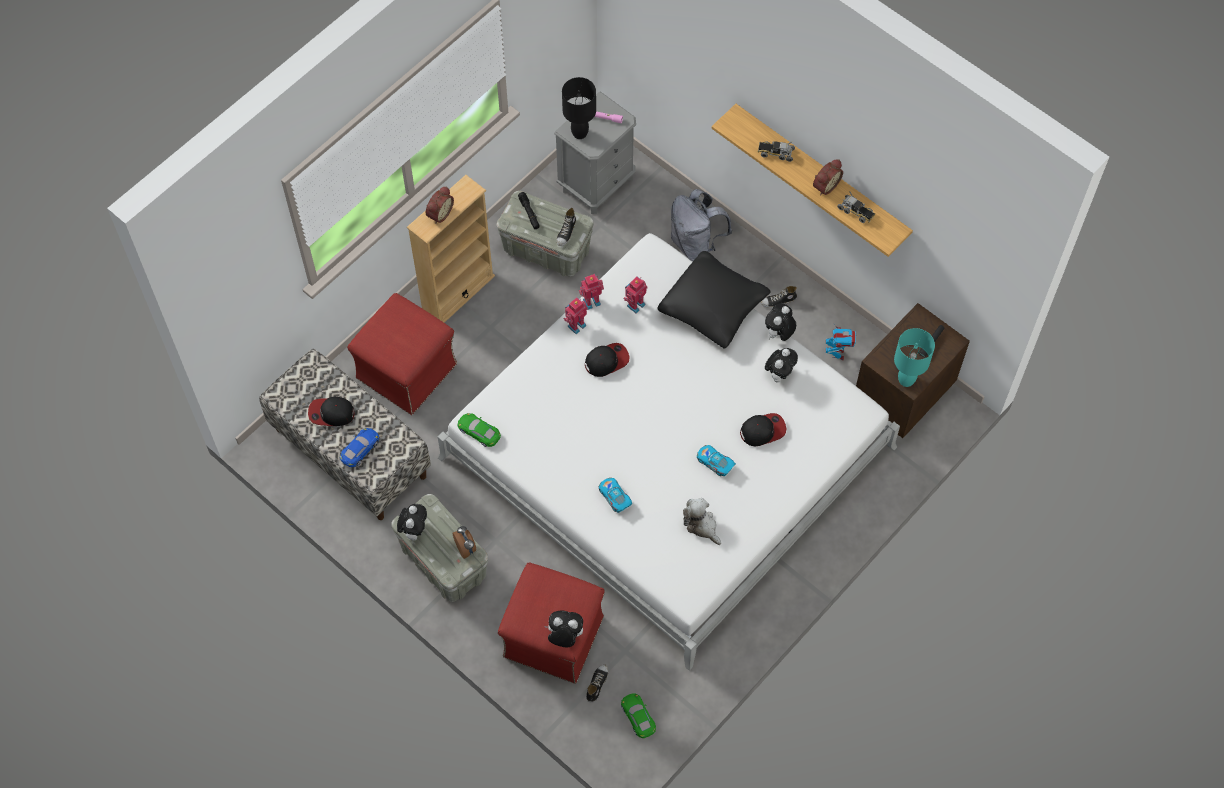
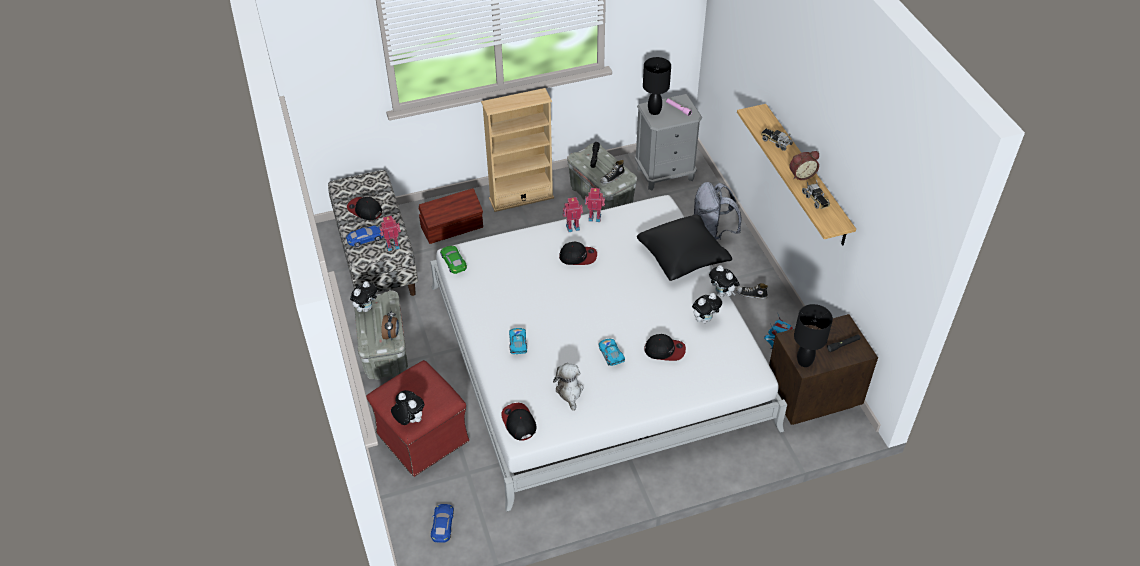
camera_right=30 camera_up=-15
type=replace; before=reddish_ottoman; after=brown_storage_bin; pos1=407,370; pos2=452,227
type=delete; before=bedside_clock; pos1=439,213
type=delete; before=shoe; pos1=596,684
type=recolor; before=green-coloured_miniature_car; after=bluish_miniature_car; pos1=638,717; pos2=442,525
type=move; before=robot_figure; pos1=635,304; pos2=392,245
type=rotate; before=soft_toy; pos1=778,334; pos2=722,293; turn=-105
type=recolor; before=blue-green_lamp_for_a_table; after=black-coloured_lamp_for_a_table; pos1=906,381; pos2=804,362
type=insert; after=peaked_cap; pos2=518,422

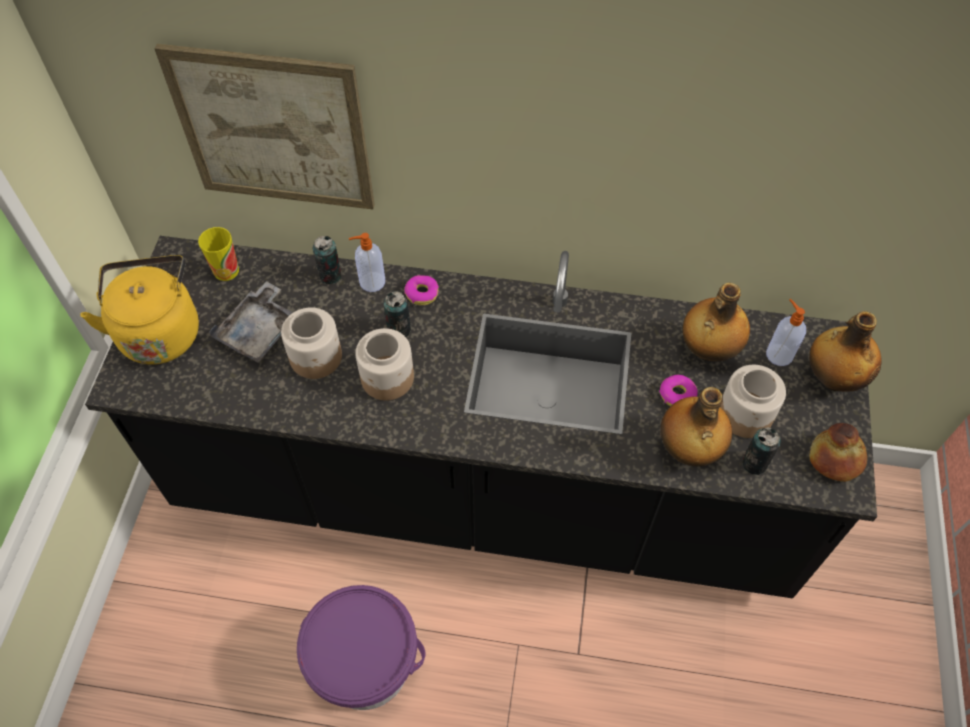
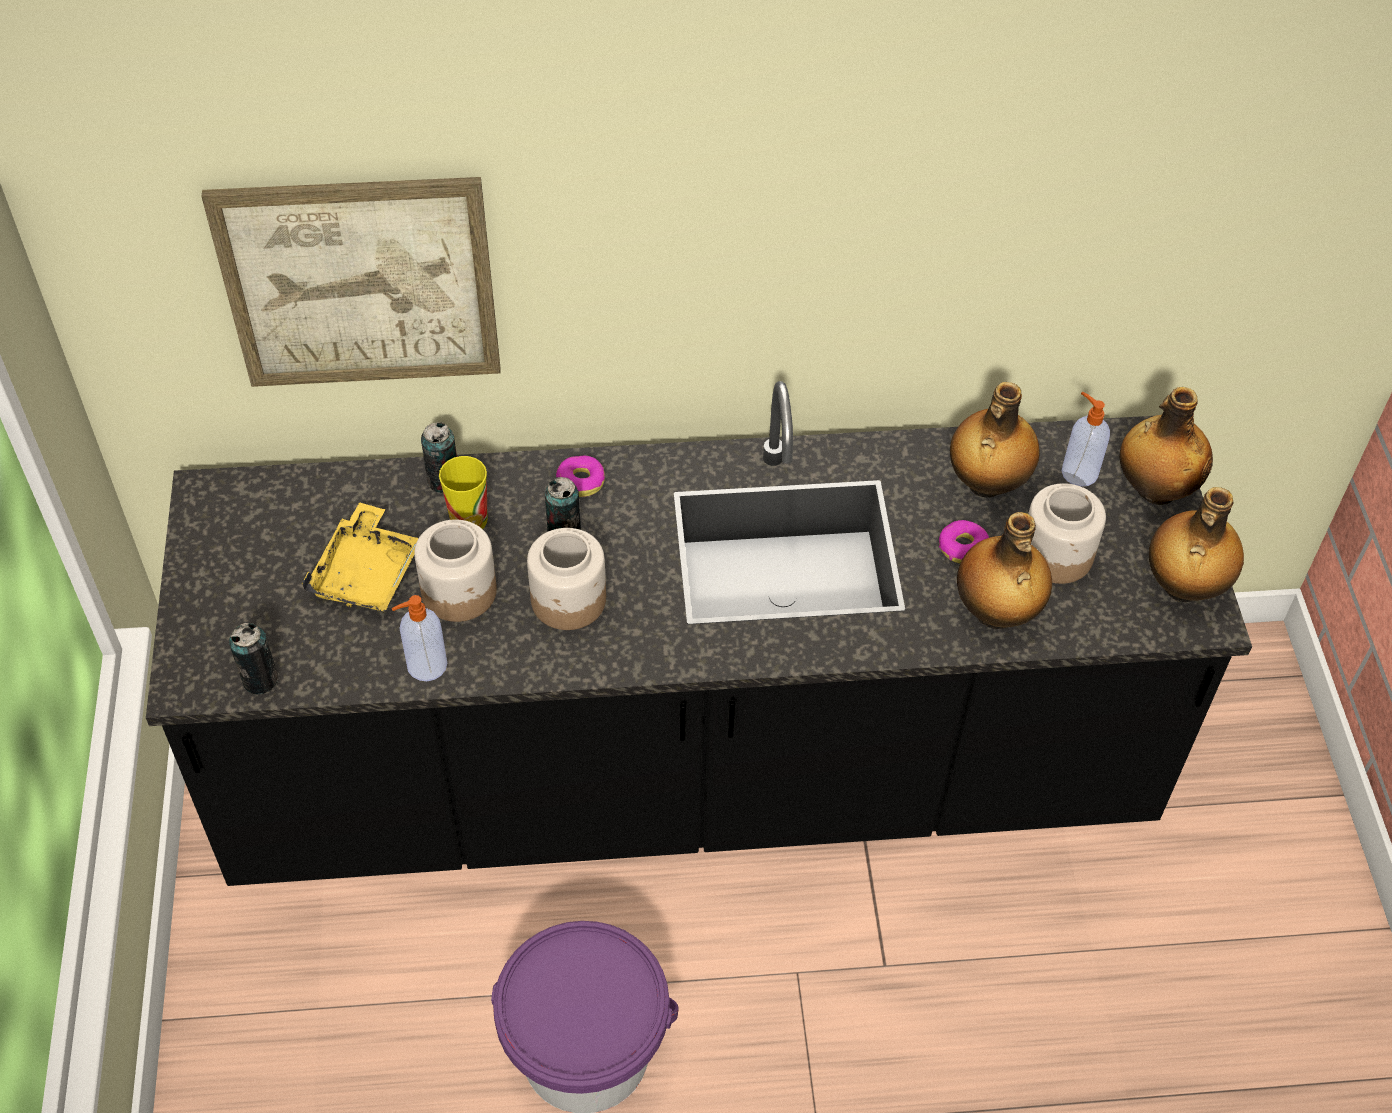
camera_right=-15 camera_up=-5
type=delete; before=yellow_water_kettle; pos1=159,331
type=move; before=drinking_cup; pos1=226,271; pos2=469,520
type=recolor; before=grey_serving_tray; after=yellow_serving_tray; pos1=259,331; pos2=367,573
type=move; before=liquid_soap_bottle; pos1=371,282; pos2=425,666
type=move; before=metal_can; pos1=754,463; pos2=260,680
type=replace; before=bread; after=beverage_bottle; pos1=835,458; pos2=1182,587

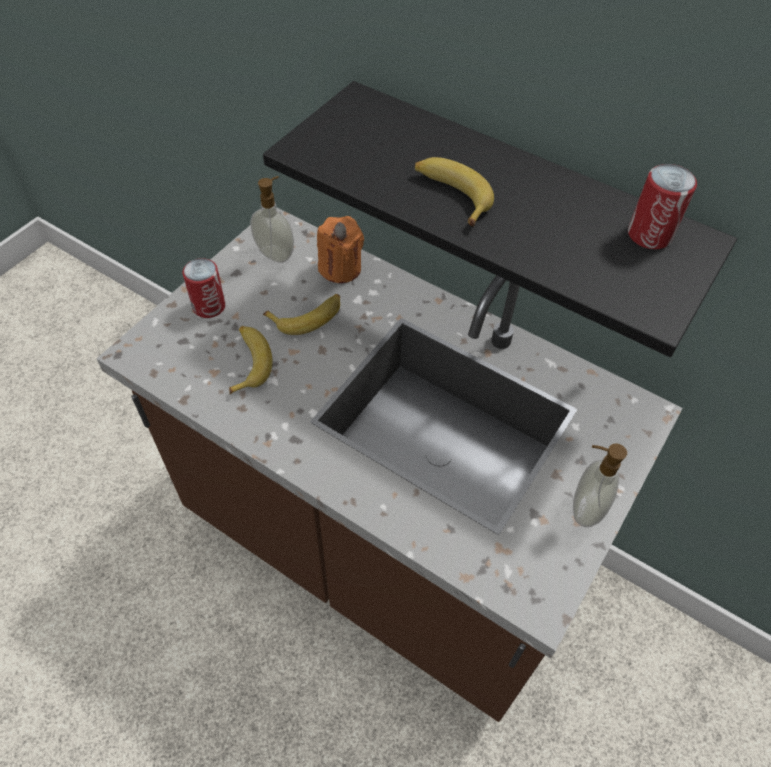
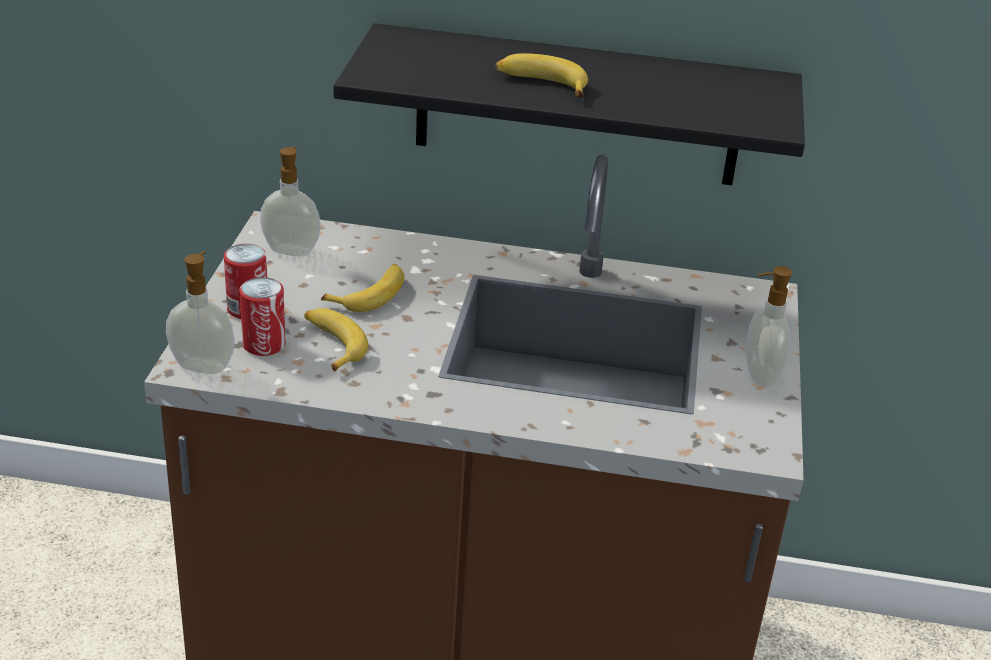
camera_right=-25 camera_up=-20
type=delete; before=orangey_wax_light; pos1=340,268
type=move; before=metal_can; pos1=649,235; pos2=264,344
type=insert; after=liquid_soap_bottle; pos2=203,365

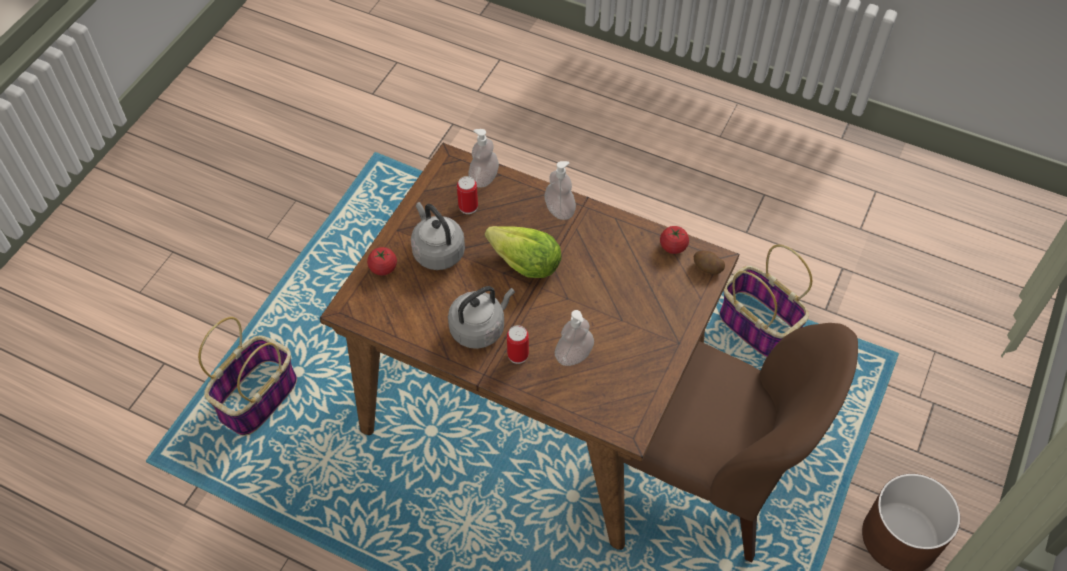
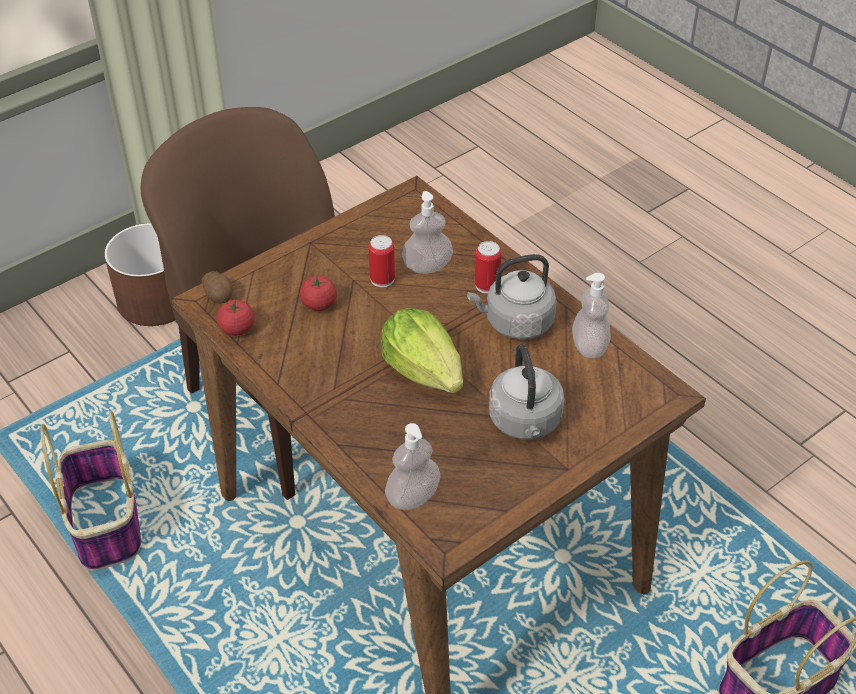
camera_right=-155 camera_up=-10
type=move; before=whole_tomato; pos1=383,268; pos2=319,304
type=move; before=metal_can; pos1=468,207; pos2=382,279
type=move; before=liquid_soap_bottle; pos1=559,210; pos2=589,346

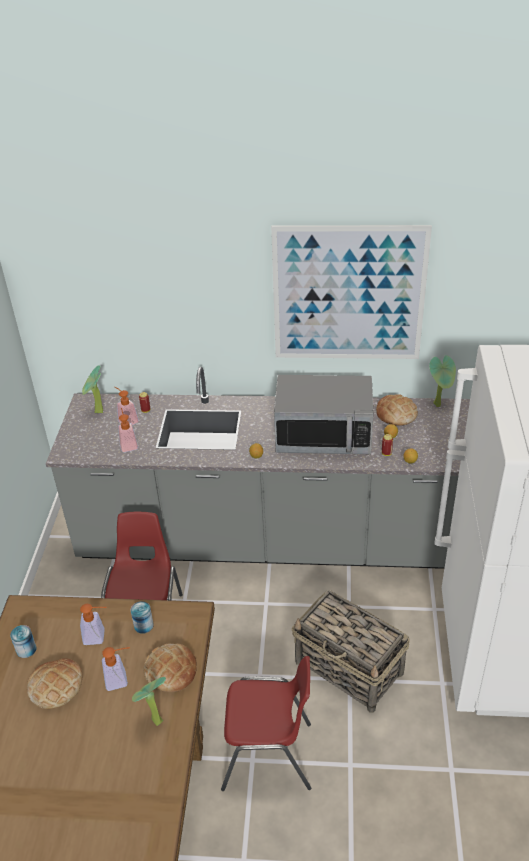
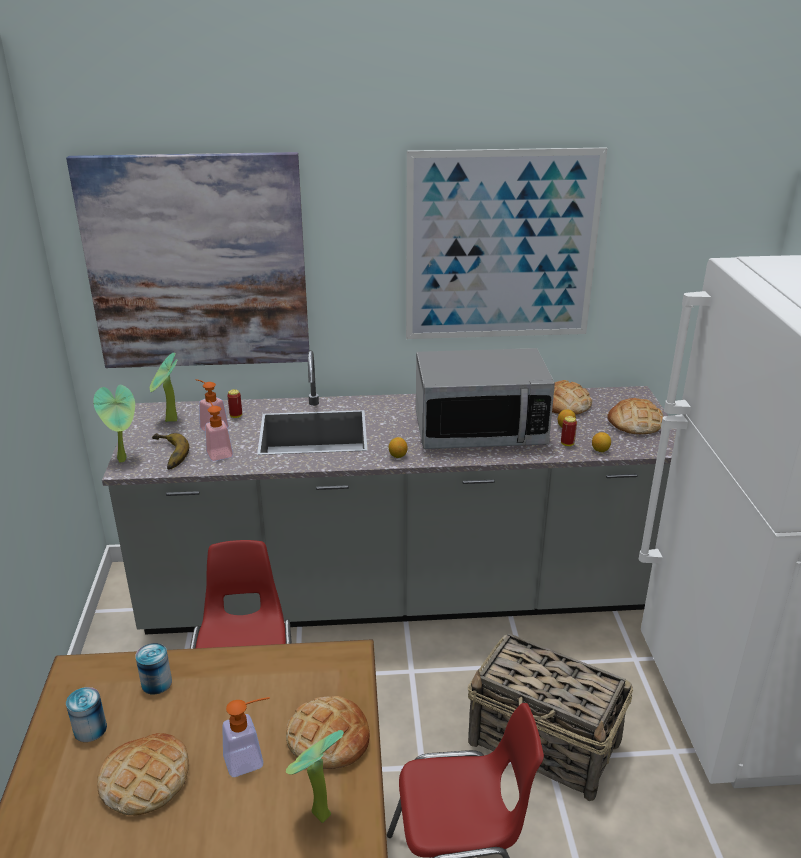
camera_right=-10 camera_up=-10
type=delete; before=liquid_soap_bottle; pos1=98,636
type=move; before=metal_can; pos1=143,625; pos2=156,683
type=move; before=houseplant; pos1=439,404; pos2=124,459
type=insert; after=wall_art; pos2=197,264
type=insert; after=whole_banana; pos2=166,455
type=insert; after=bread; pos2=634,422

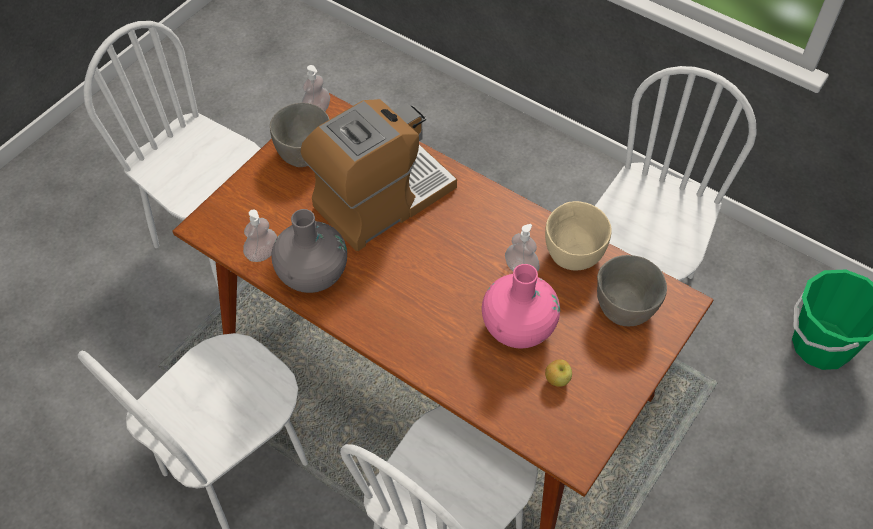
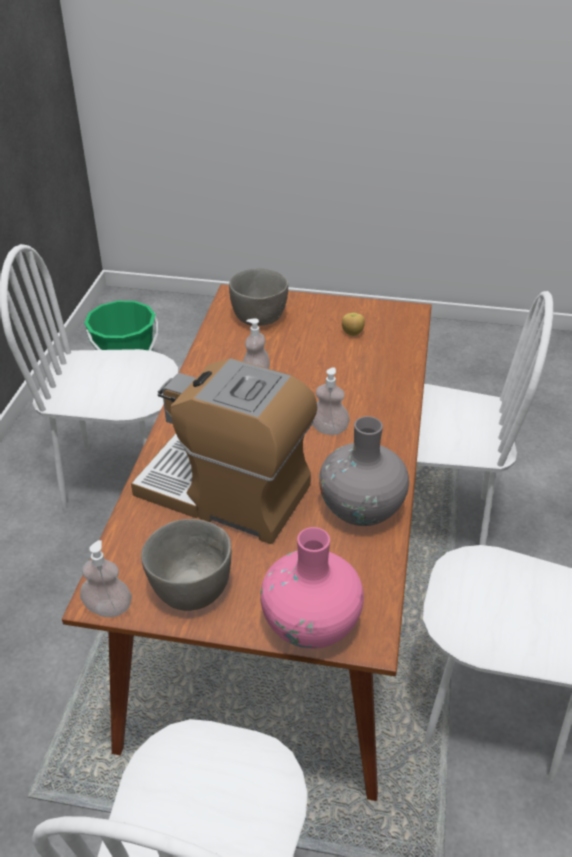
camera_right=-115 camera_up=-15
type=move; before=liquid_soap_bottle; pos1=262,253; pos2=328,429
type=move; before=pink_vase; pos1=518,327; pos2=311,624
type=delete; before=sand-coloured_deep_dish; pos1=573,255

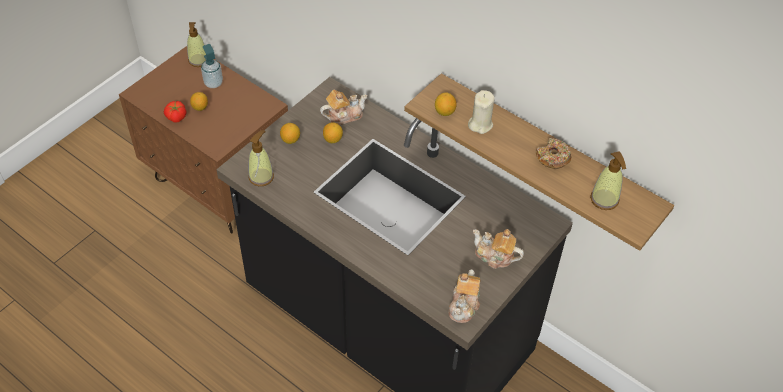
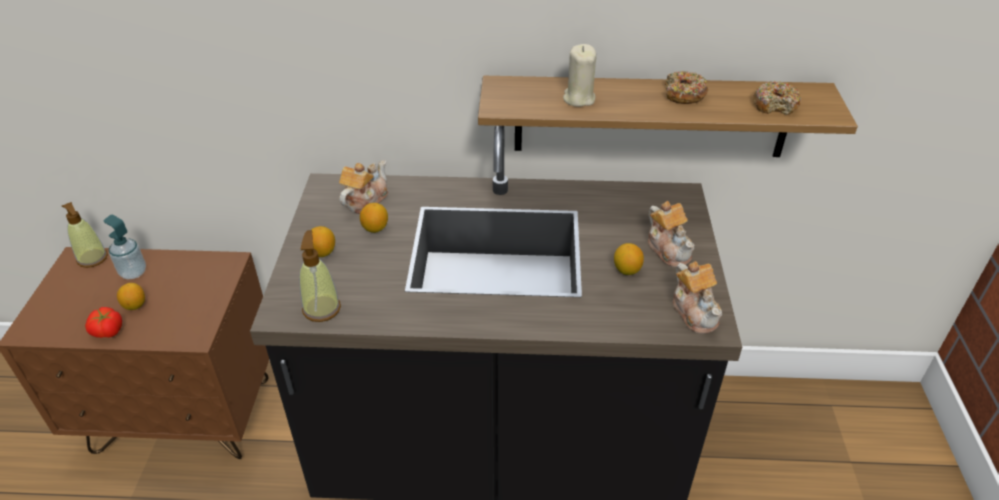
camera_right=-35 camera_up=-10
type=move; before=lemon; pos1=444,112; pos2=626,270
type=rotate; before=tea_pot; pos1=494,256; pos2=668,249; turn=-105
type=replace; before=liquid_soap_bottle; after=donut; pos1=604,199; pos2=775,105

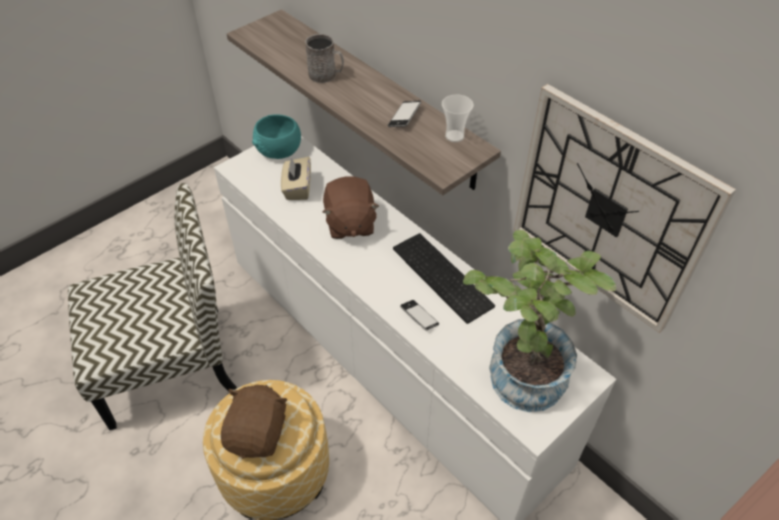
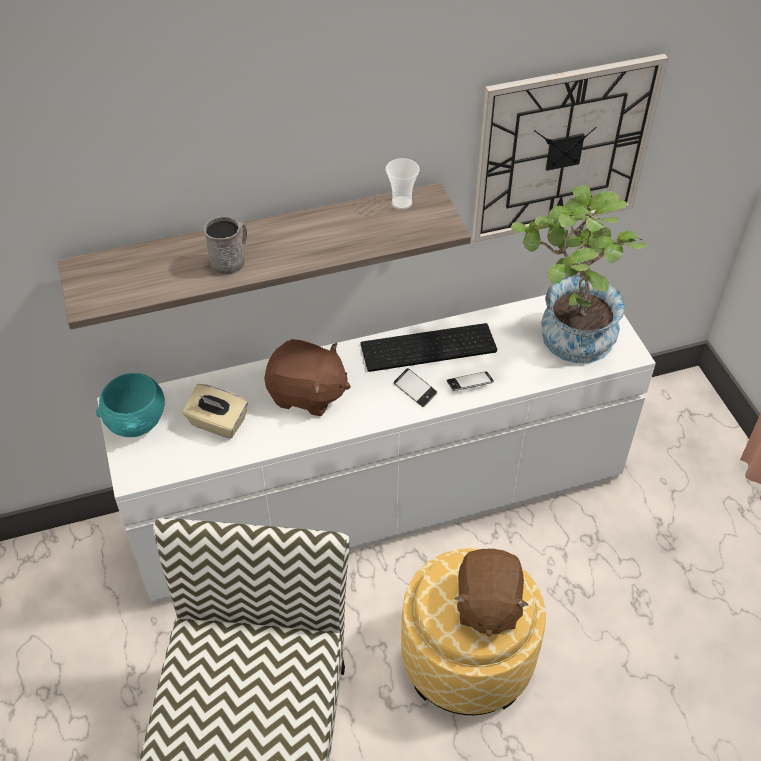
camera_right=-65 camera_up=0
type=rotate; before=brown_soft_toy; pos1=258,433; pos2=487,605; turn=-120
type=move; before=handset; pos1=404,117; pos2=415,390

